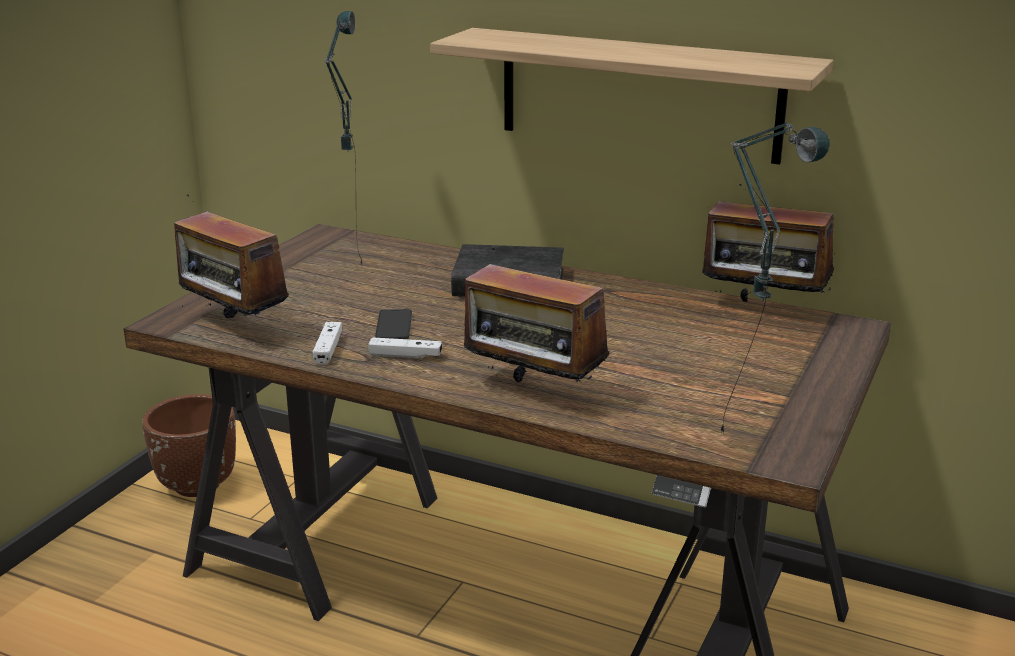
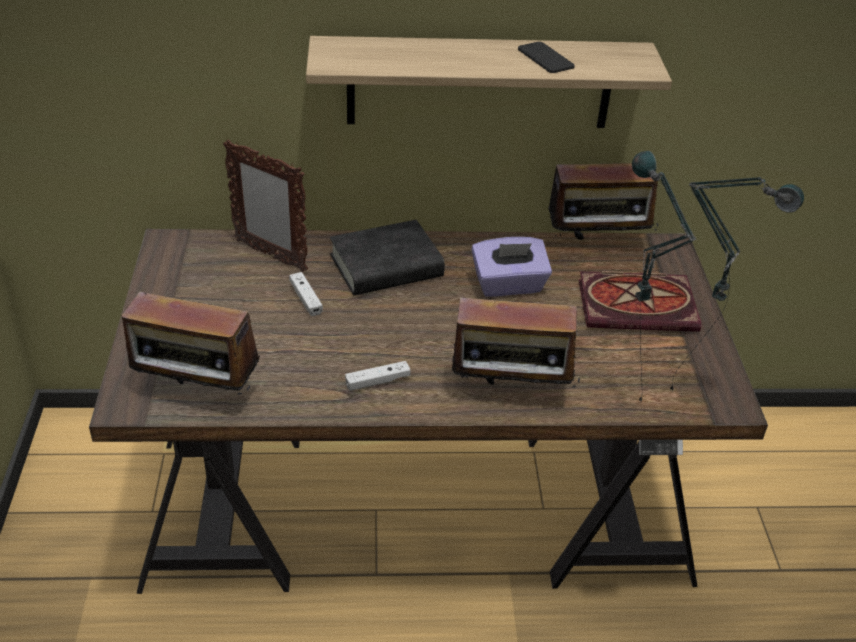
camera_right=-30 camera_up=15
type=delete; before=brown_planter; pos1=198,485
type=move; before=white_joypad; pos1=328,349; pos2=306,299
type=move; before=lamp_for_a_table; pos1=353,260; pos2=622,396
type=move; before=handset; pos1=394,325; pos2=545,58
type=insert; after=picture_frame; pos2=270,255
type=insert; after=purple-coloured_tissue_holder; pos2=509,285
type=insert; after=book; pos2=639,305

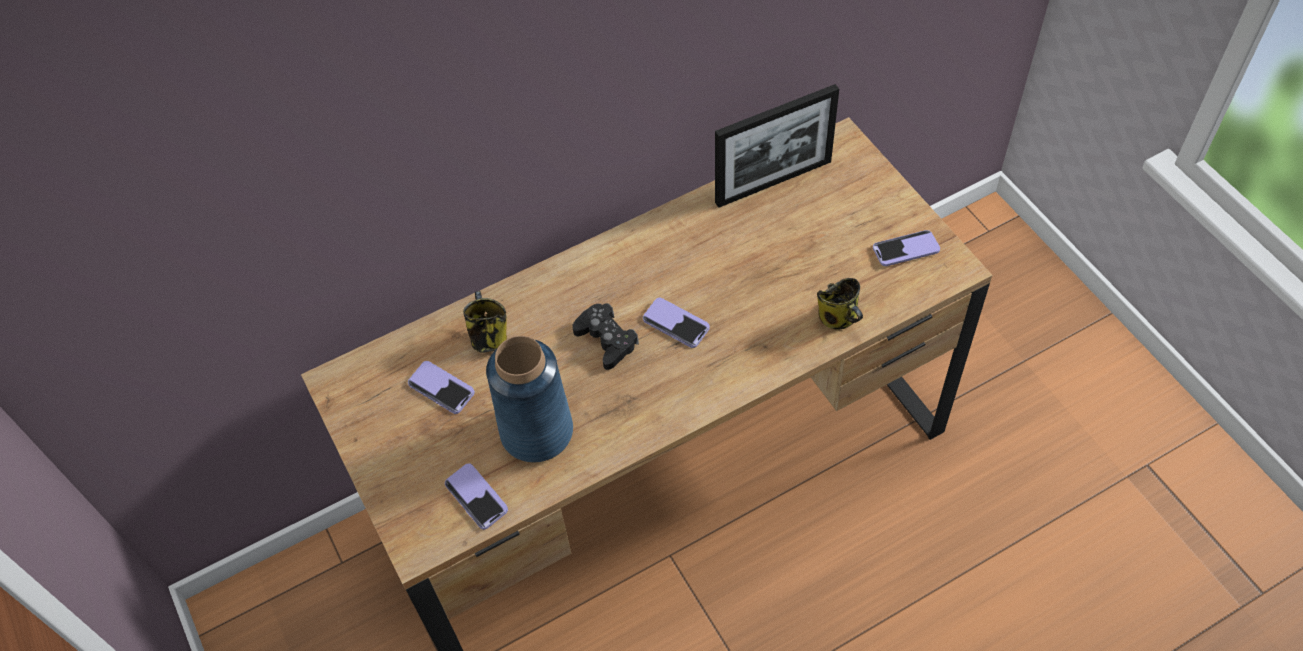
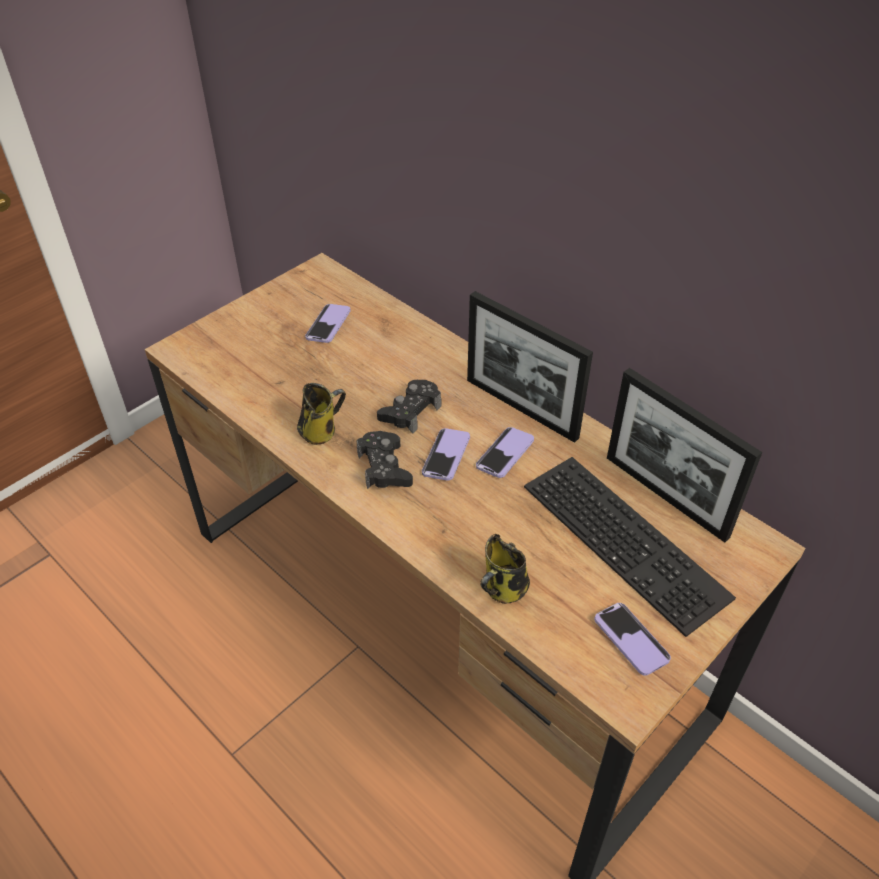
camera_right=70 camera_up=-10
type=move; before=handset; pos1=476,497; pos2=505,454
type=move; before=mug; pos1=488,337; pos2=320,431
type=delete; before=bluish_vase; pos1=536,432
type=insert; after=black-coloured_joypad; pos2=384,467
type=insert; after=picture_frame; pos2=521,408
type=insert; after=keyboard; pos2=628,539

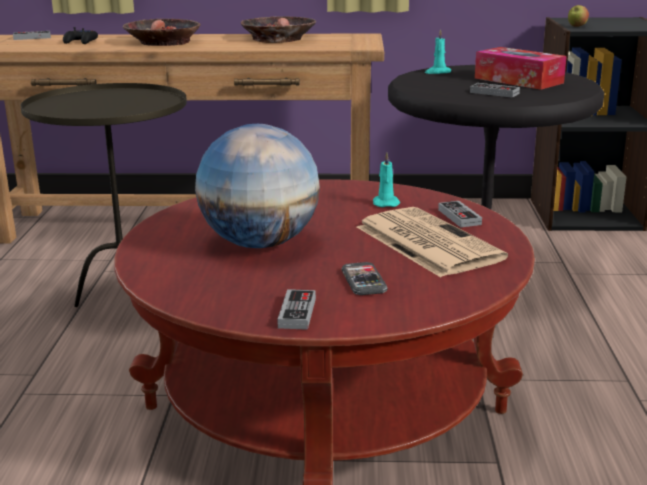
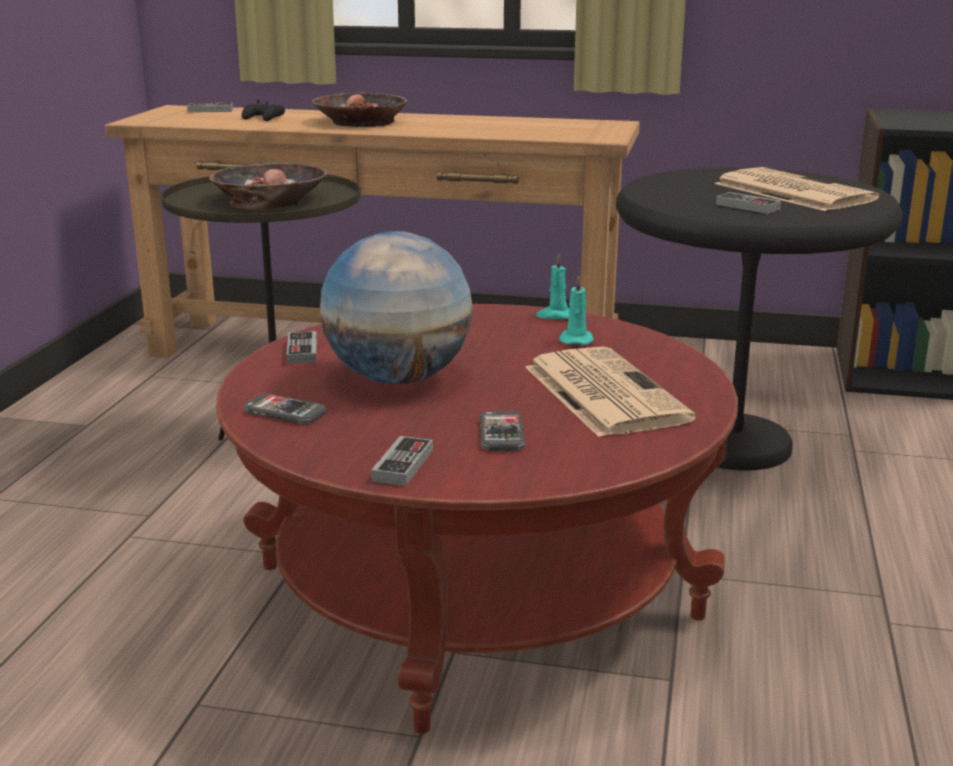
camera_right=10 camera_up=0
type=move; before=deep_dish; pos1=278,38; pos2=269,199
type=move; before=blue-green_wax_light; pos1=437,72; pos2=555,316
type=move; before=joypad; pos1=459,217; pos2=302,351
type=replace; before=tissue_holder; after=newspaper; pos1=518,80; pos2=791,191
type=delete; before=whole_apple; pos1=576,26
type=insert; after=handset; pos2=285,412

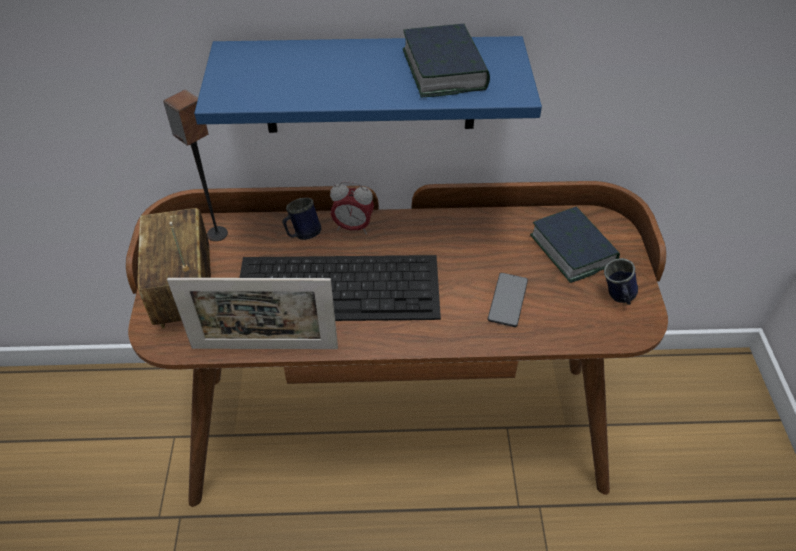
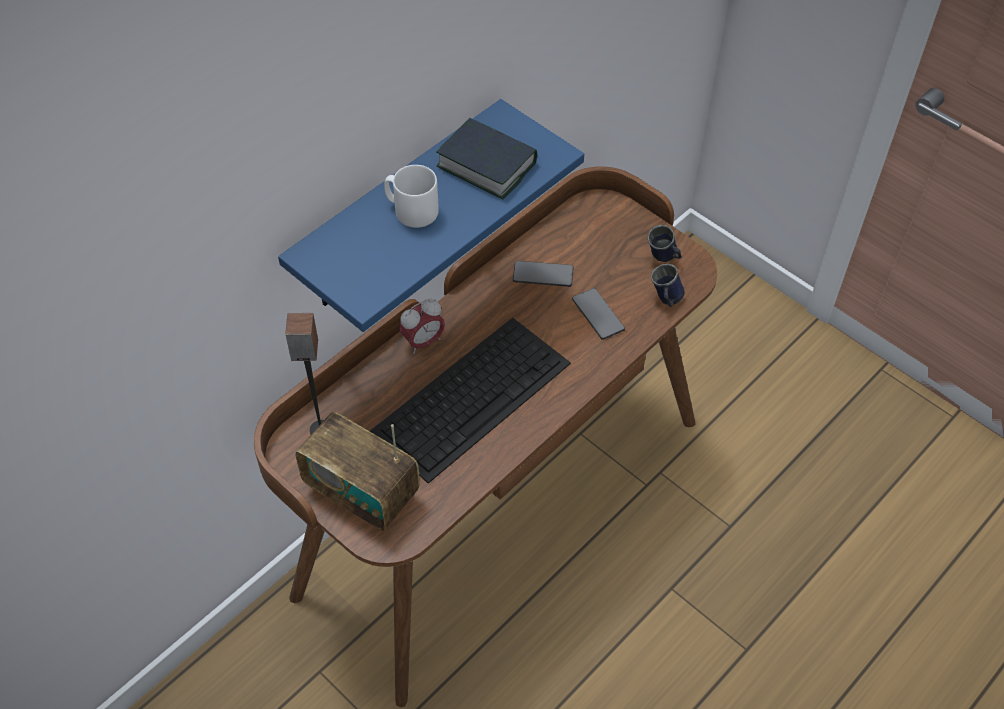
camera_right=-45 camera_up=5
type=delete; before=picture_frame; pos1=264,348
type=move; before=bluish_mug; pos1=302,234; pos2=665,300
type=delete; before=book; pos1=572,249
type=insert; after=white_mug; pos2=411,211
type=insert; after=handset; pos2=543,275

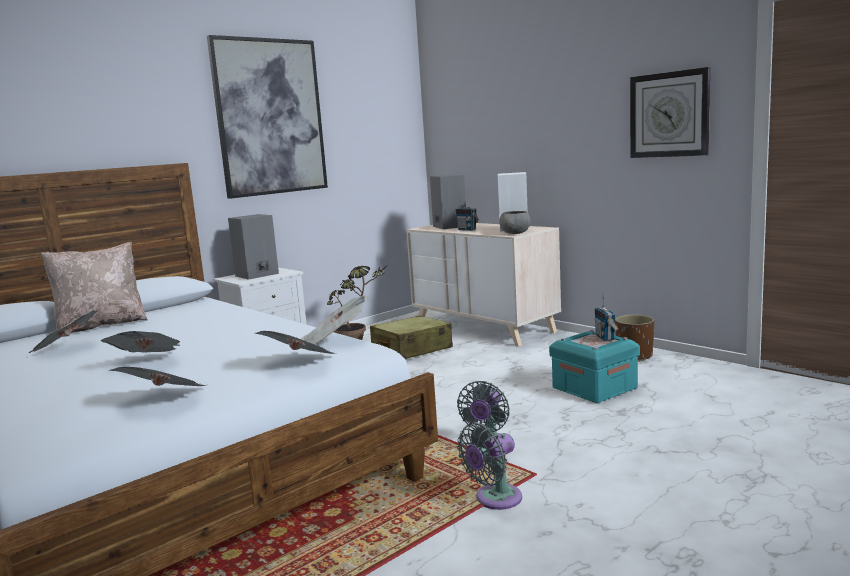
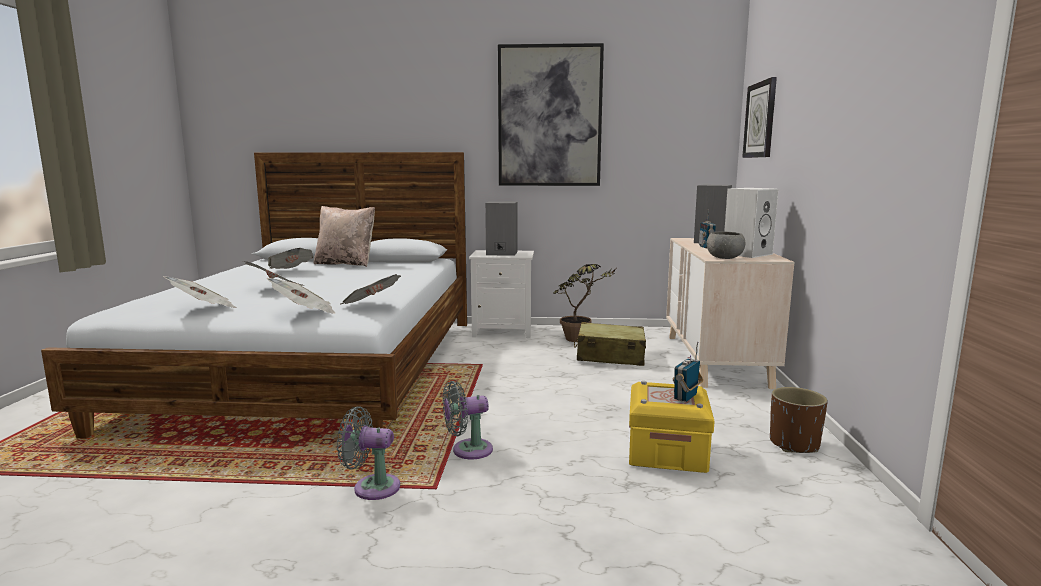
camera_right=45 camera_up=0
type=recolor; before=blue-green_storage_bin; after=yellow_storage_bin; pos1=594,388; pos2=667,452
type=move; before=hanging_clock; pos1=669,114; pos2=760,120

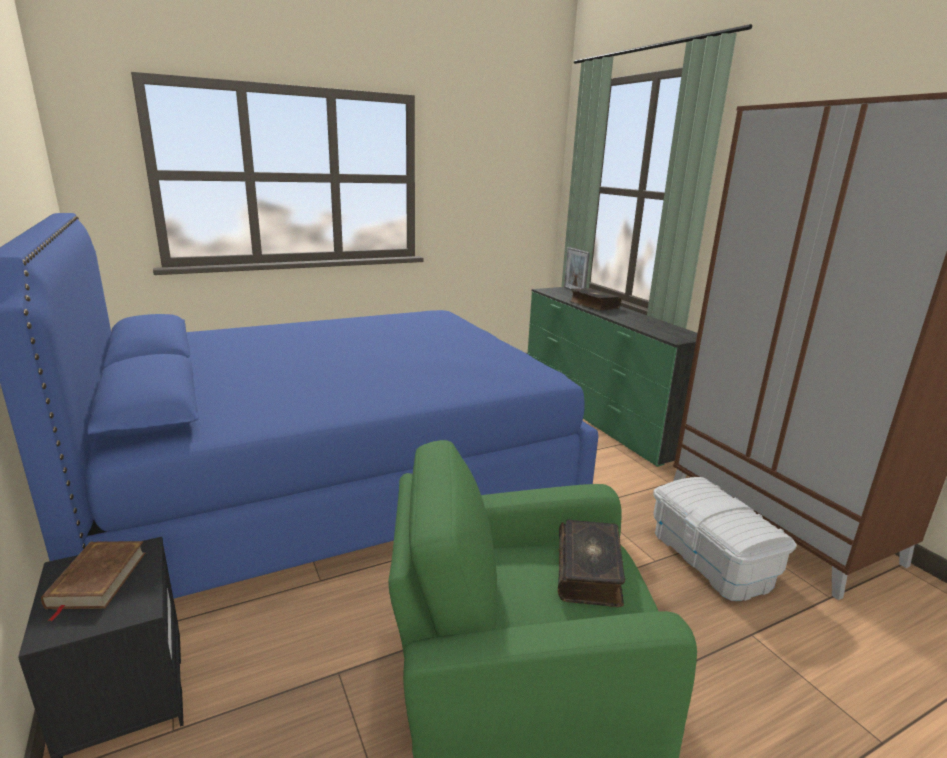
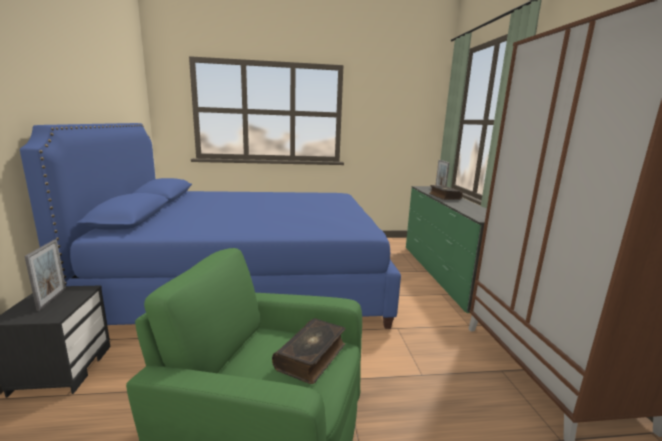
camera_right=20 camera_up=-5
type=replace; before=brown_book; after=picture_frame; pos1=97,579; pos2=52,299
type=delete; before=white_storage_bin; pos1=711,558

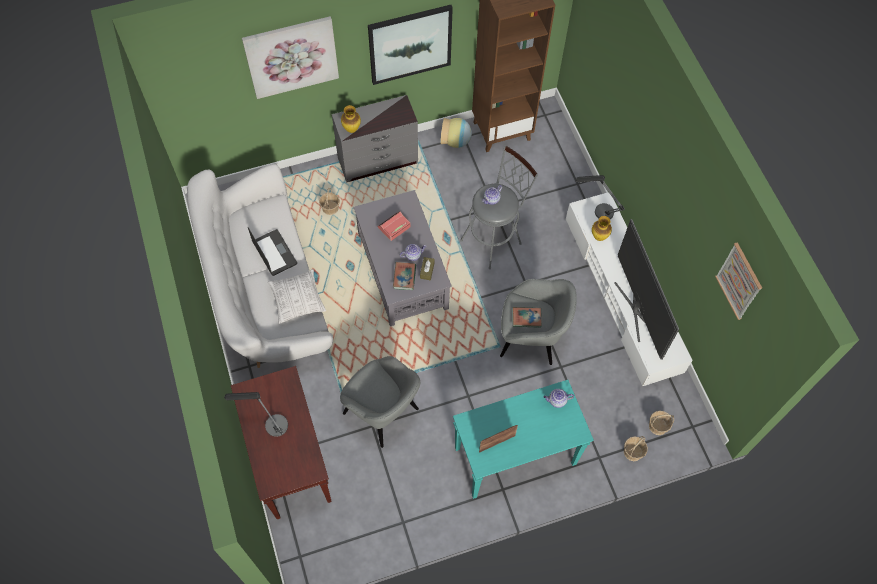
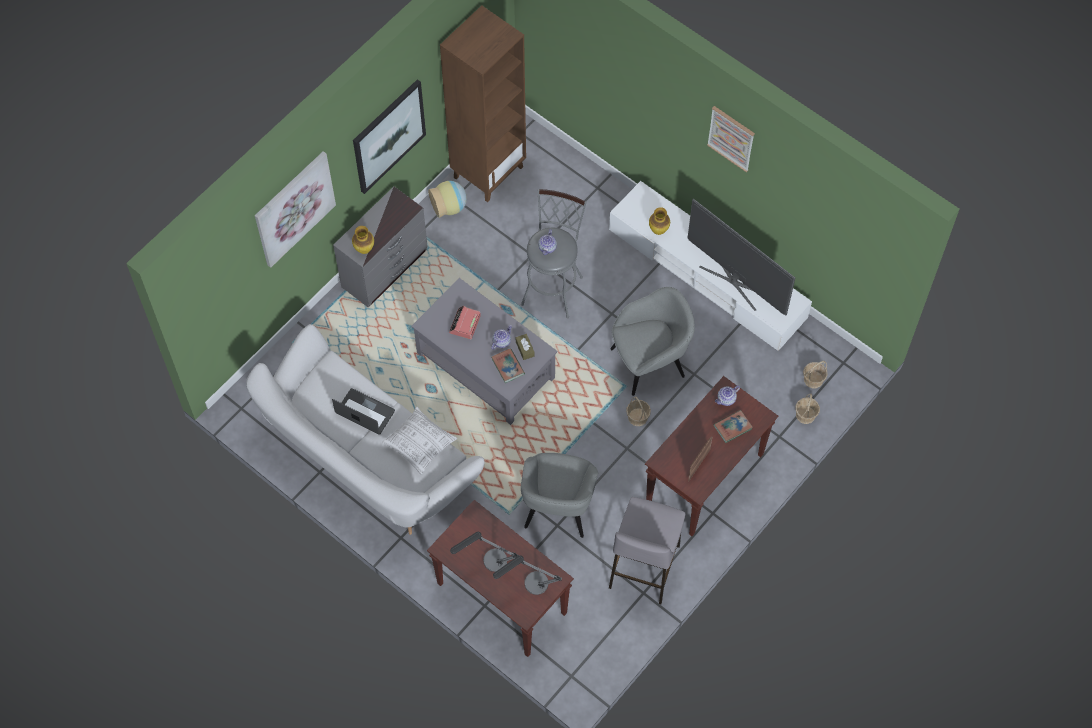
camera_right=-30 camera_up=0
type=move; before=household_basket; pos1=330,208; pos2=637,417
type=rotate; before=grey_easy_chair; pos1=382,412; pos2=558,508; turn=90
type=recolor; before=blue-green_hall_table; after=brown_hall_table; pos1=514,457; pos2=704,479
type=move; before=book; pos1=526,318; pos2=732,427
type=move; before=lamp_for_a_table; pos1=598,212; pos2=529,586
type=move; before=wall_art; pos1=739,281; pos2=731,138
type=insert; after=grey_sitting_stool; pos2=644,567

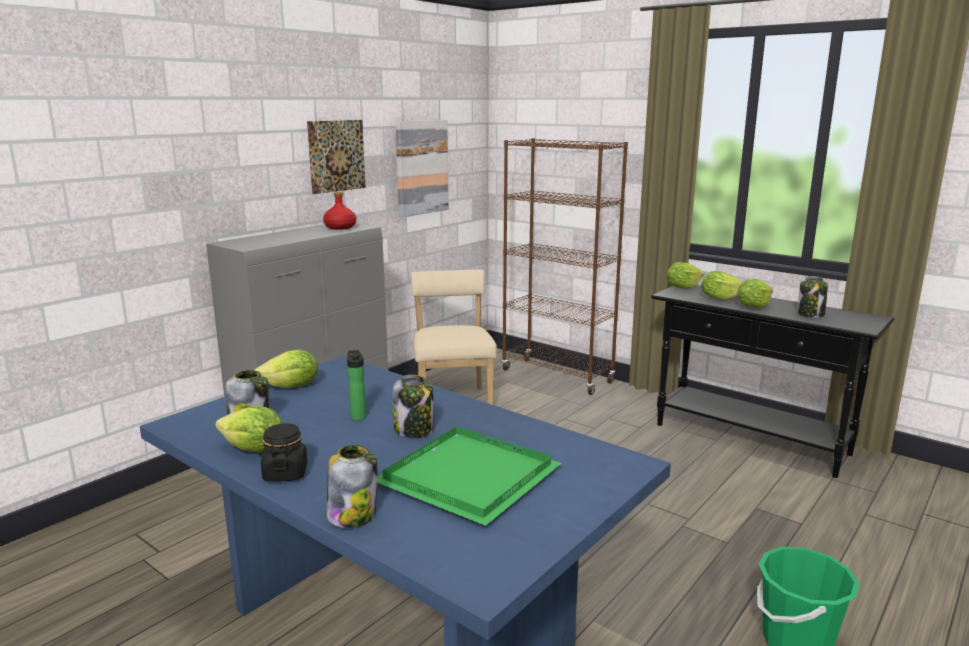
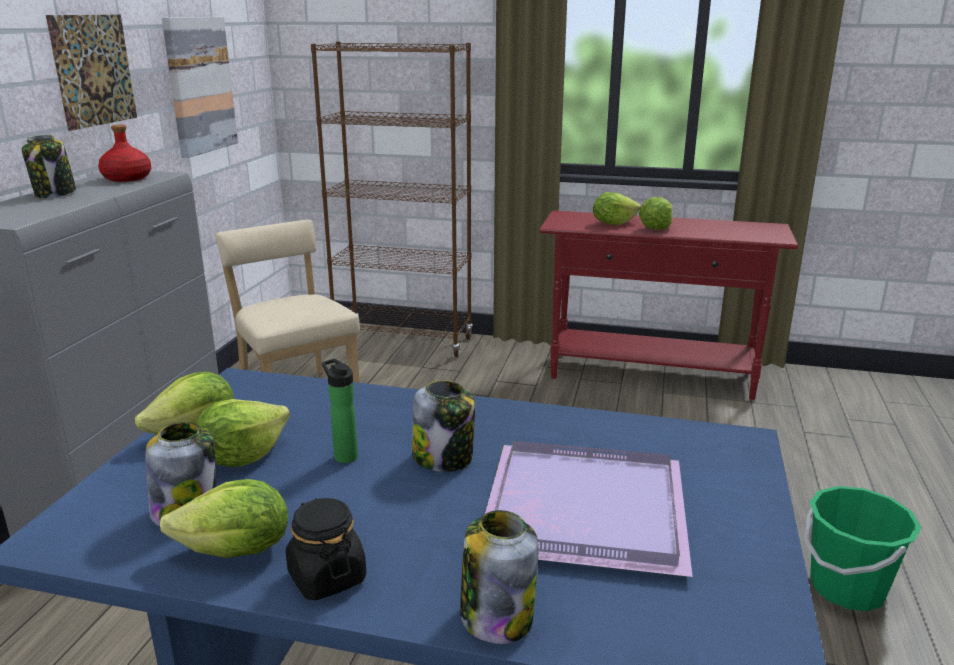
camera_right=-25 camera_up=5
type=recolor; before=green-coloured_serving_tray; after=purple-coloured_serving_tray; pos1=468,475; pos2=581,507
type=recolor; before=black-coloured_hall_table; after=reddish_hall_table; pos1=751,439; pos2=652,376
type=move; before=lettuce; pos1=682,287; pos2=241,457
type=move; before=storage_jar; pos1=811,314; pos2=55,194

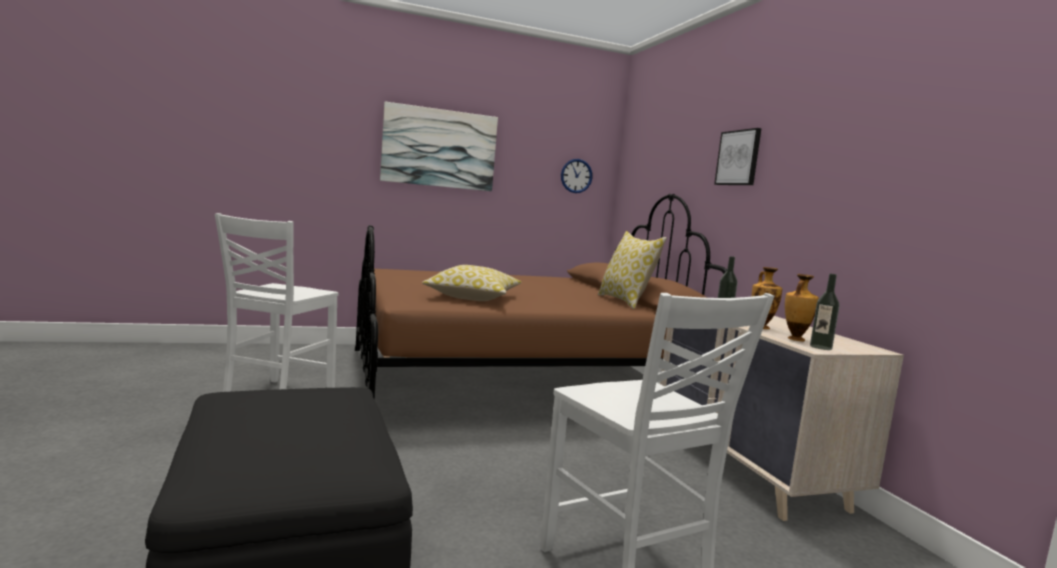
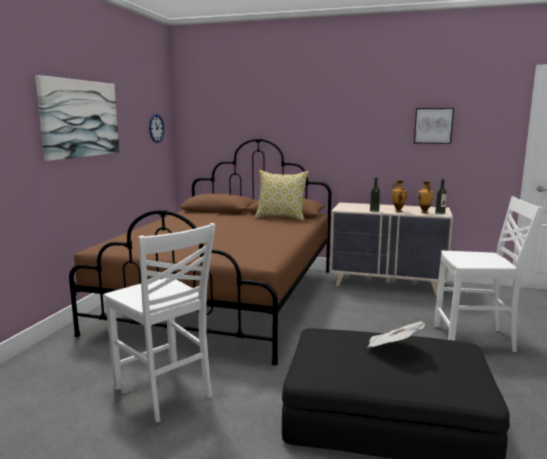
camera_right=-55 camera_up=5
type=delete; before=pillow; pos1=473,297
type=move; before=wall_art; pos1=738,158; pos2=433,125
type=insert; after=newspaper; pos2=392,348

